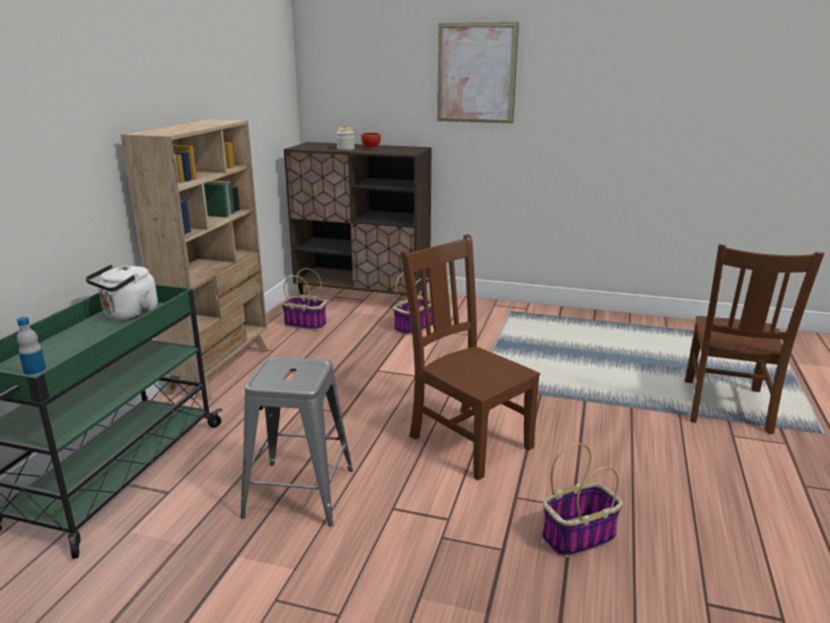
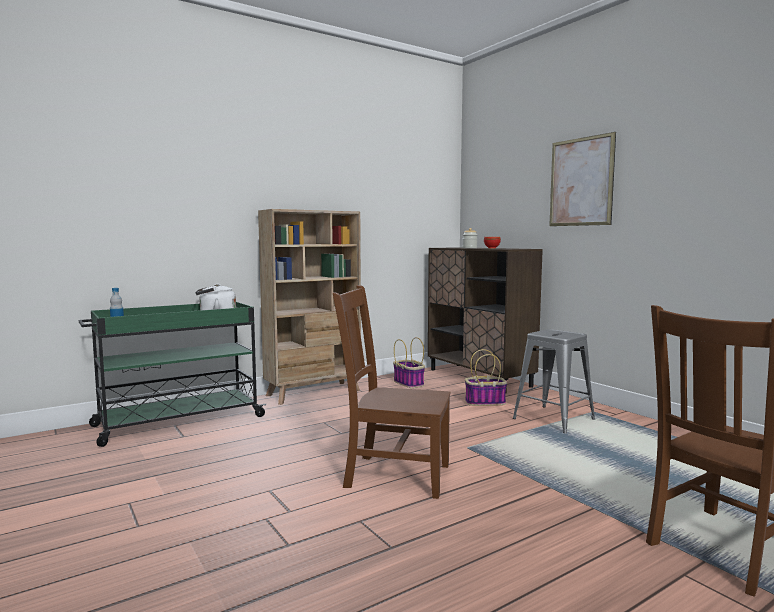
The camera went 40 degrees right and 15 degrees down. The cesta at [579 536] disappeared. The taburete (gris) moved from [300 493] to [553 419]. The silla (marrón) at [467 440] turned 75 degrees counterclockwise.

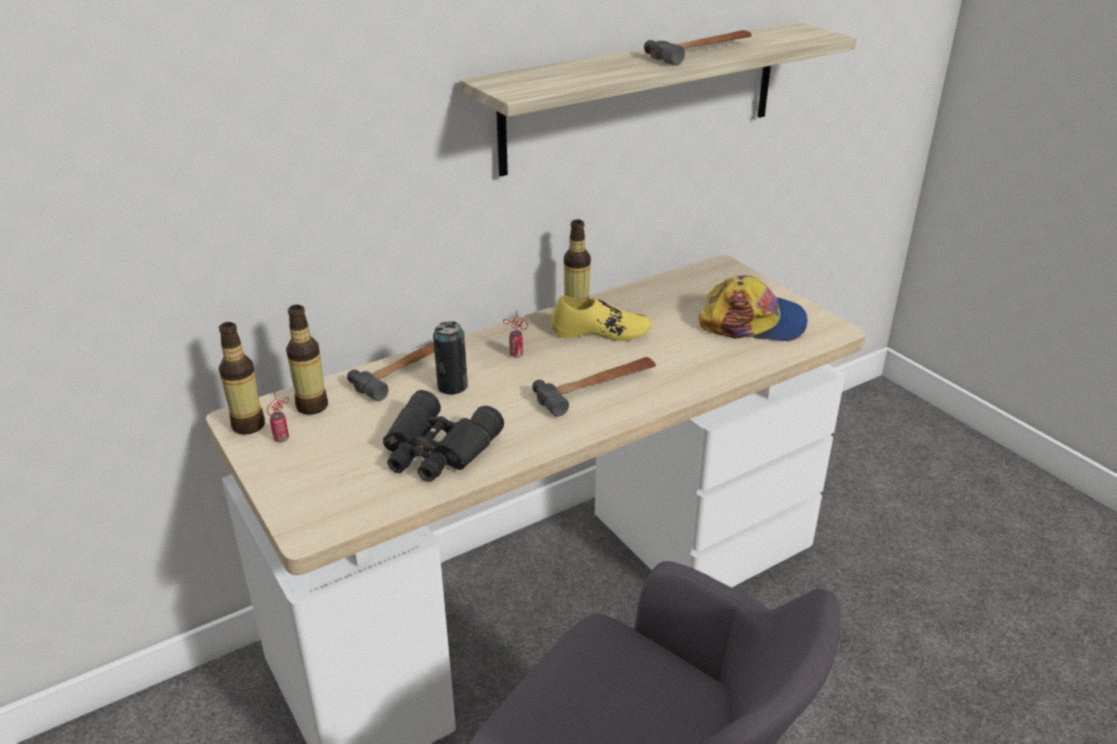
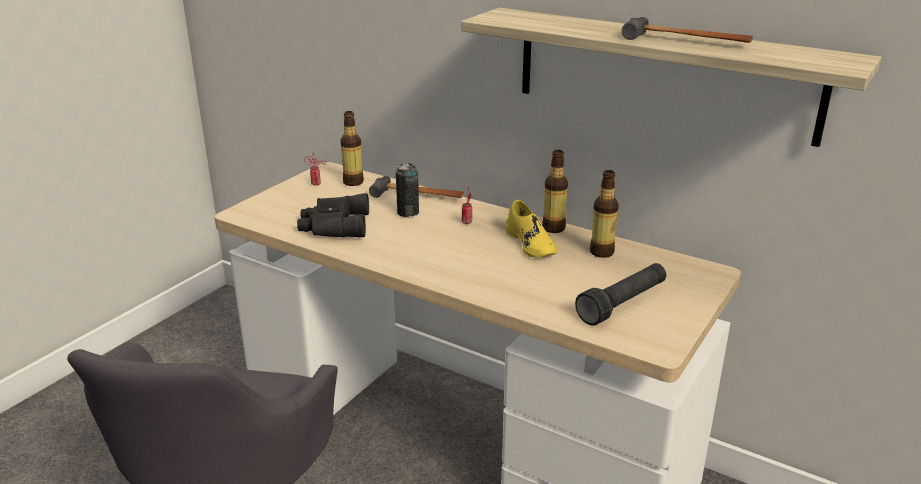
The camera went 65 degrees right and 5 degrees down. The martillo at [597 388] disappeared. The botella moved from [248 426] to [601 252]. The gorra at [753 322] was replaced by the linterna (negro) at [623 304].

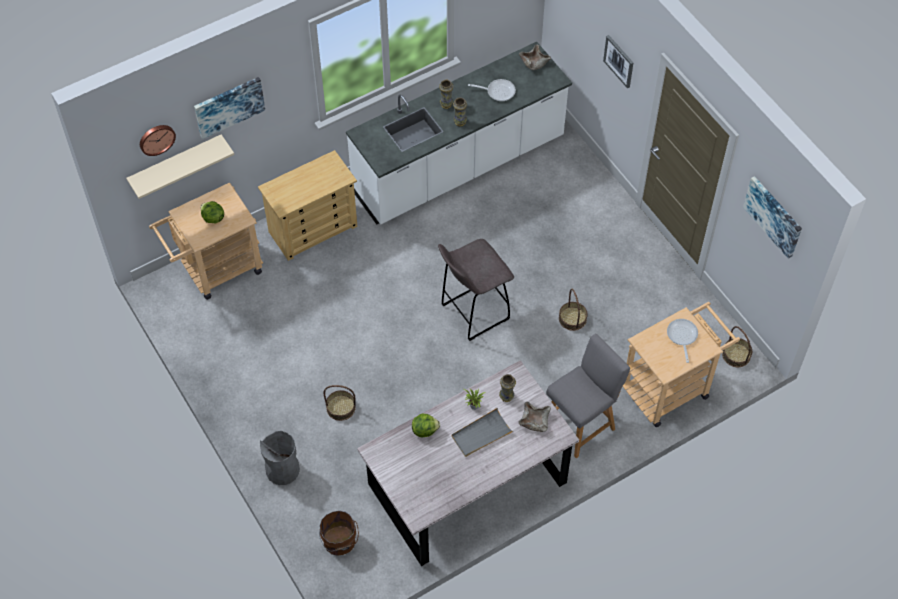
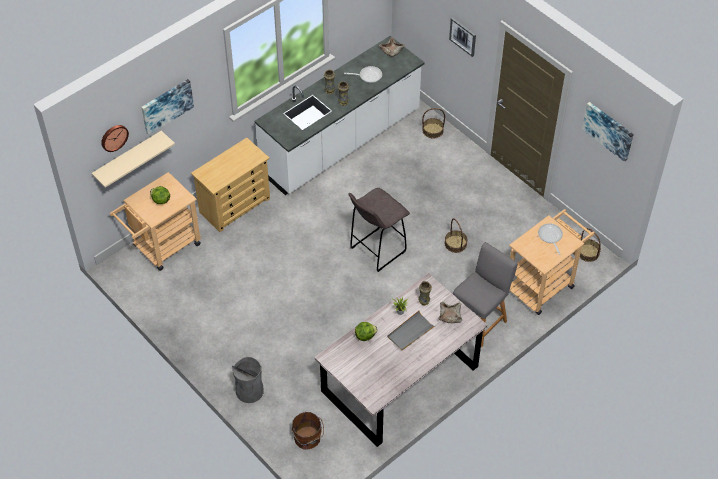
The camera went 10 degrees left and 5 degrees down. The cesta moved from [341 407] to [433 130].

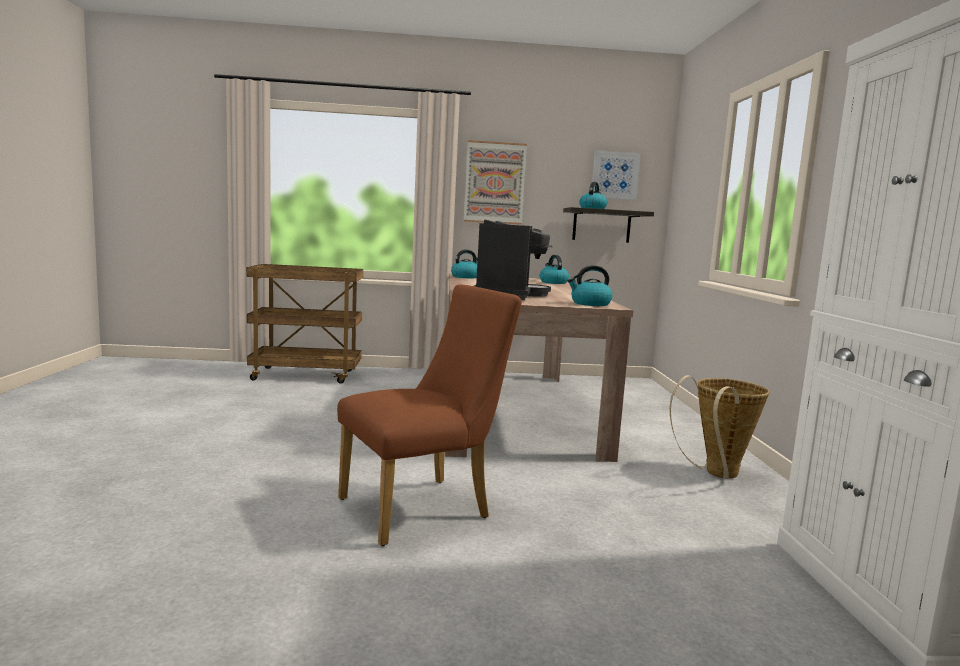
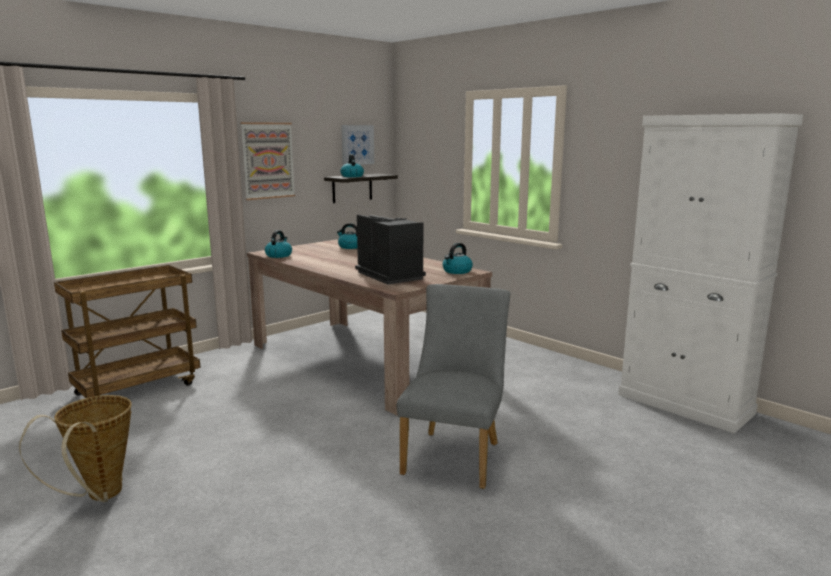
The camera went 40 degrees left and 5 degrees up. The cesta moved from [716 474] to [99 497]. The silla (marrón) at [424 507] became the silla (gris) at [455 454].

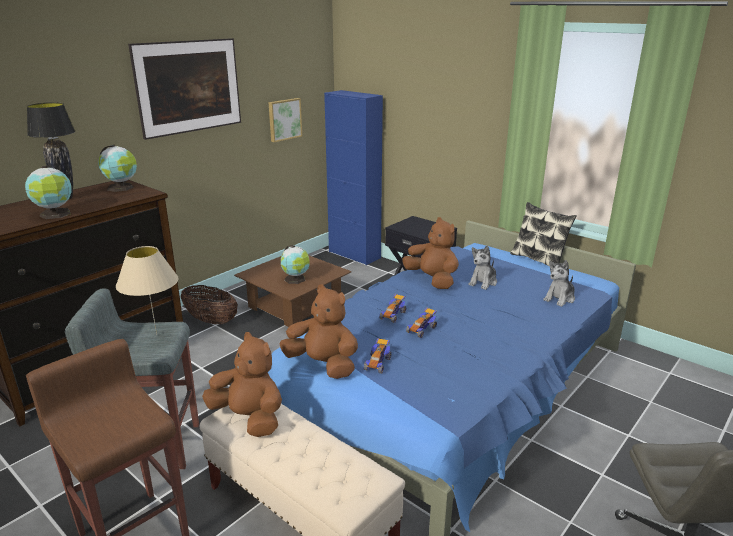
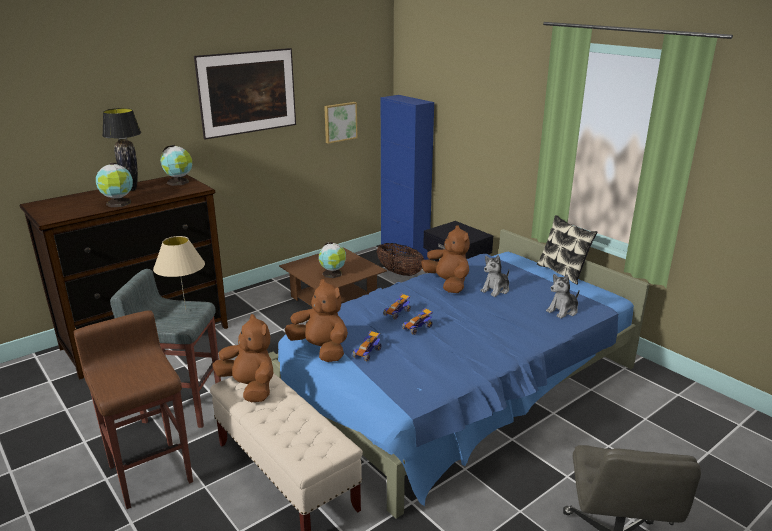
The camera went 10 degrees right and 0 degrees up. The cesta moved from [211 321] to [400 273].

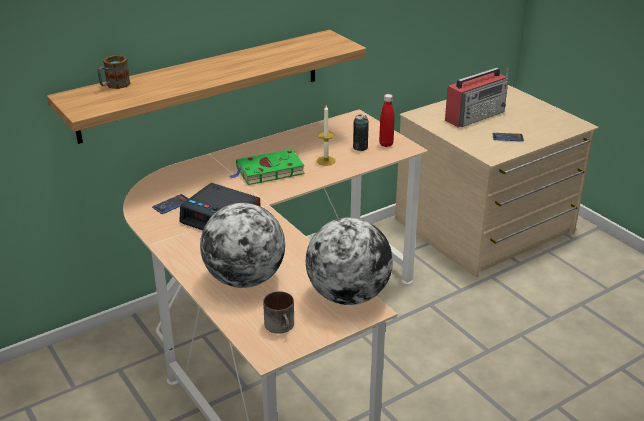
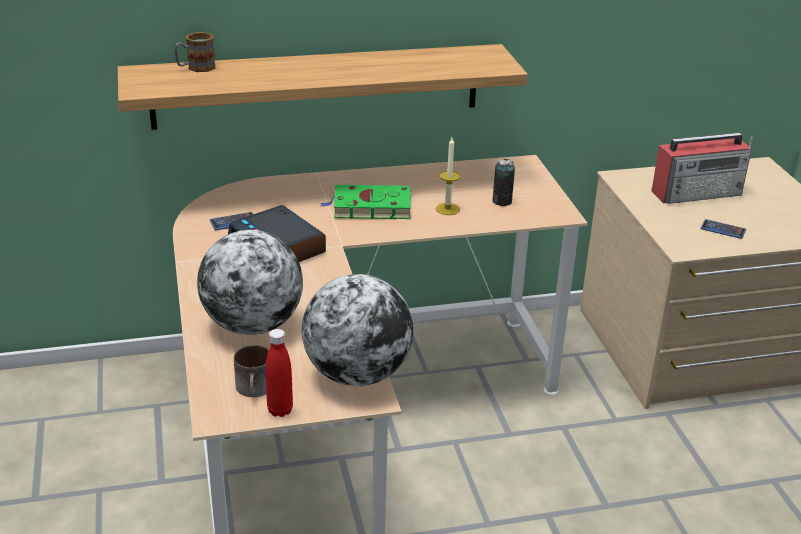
The camera went 20 degrees right and 0 degrees up. The botella (rojo) moved from [386 144] to [280 410].

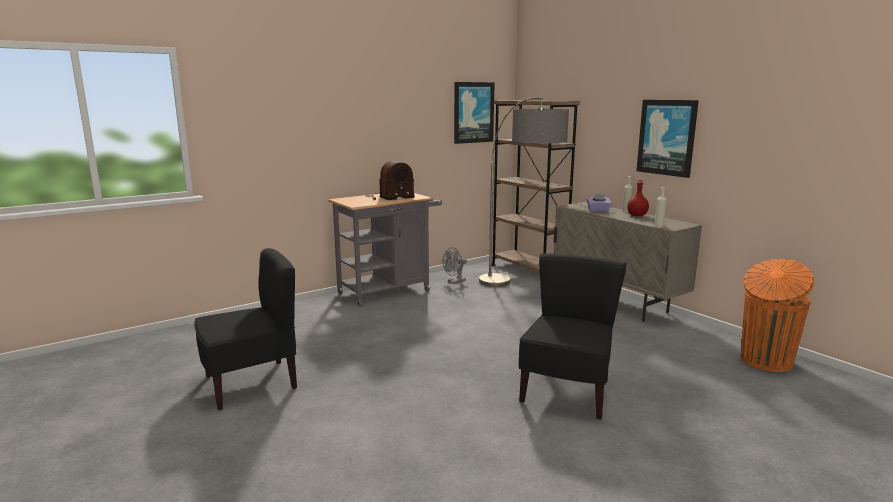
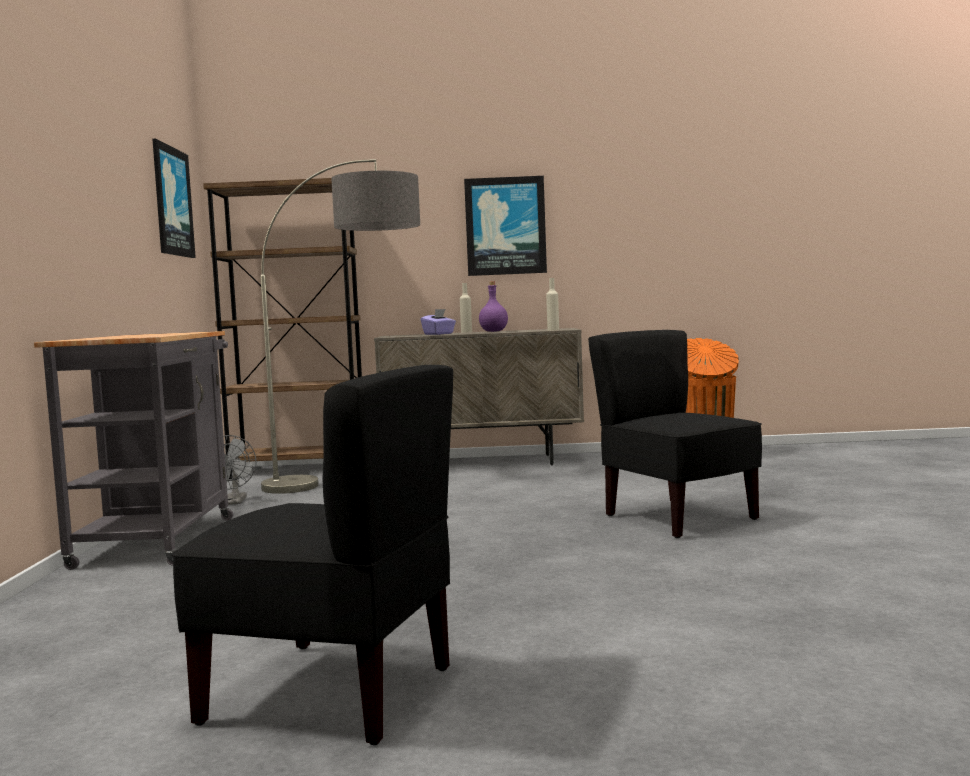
The camera went 55 degrees left and 10 degrees down. The radio at [389 197] disappeared. The botella (rojo) at [637 215] became the botella (morado) at [494 331]. The silla (negro) at [251 383] turned 105 degrees clockwise.

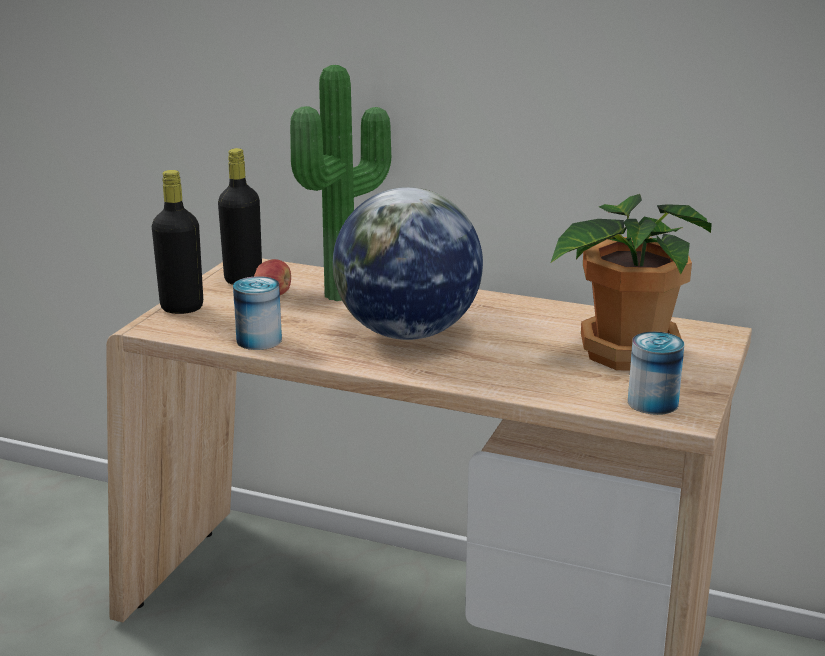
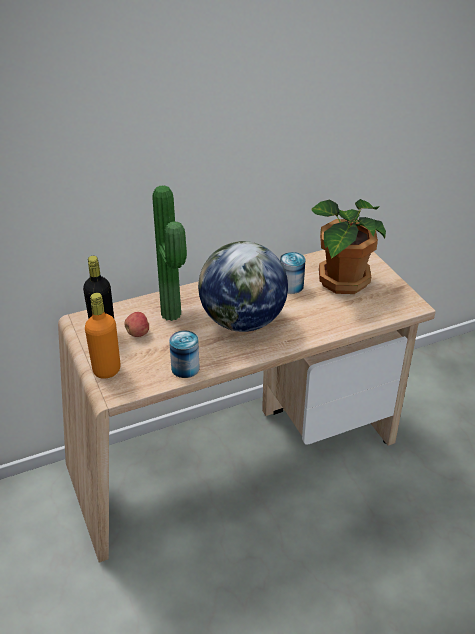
The camera went 45 degrees left and 15 degrees up. The lata moved from [652 402] to [291 286]. The botella (negro) at [182 307] became the botella (naranja) at [107 370].

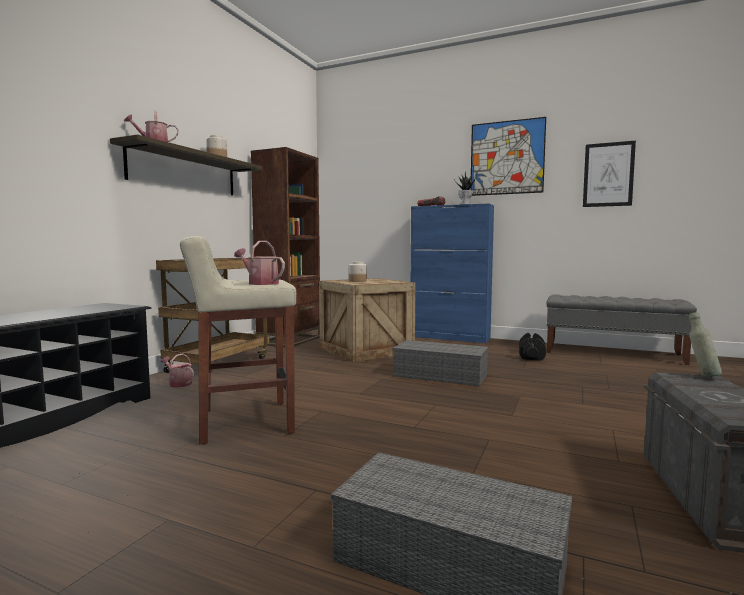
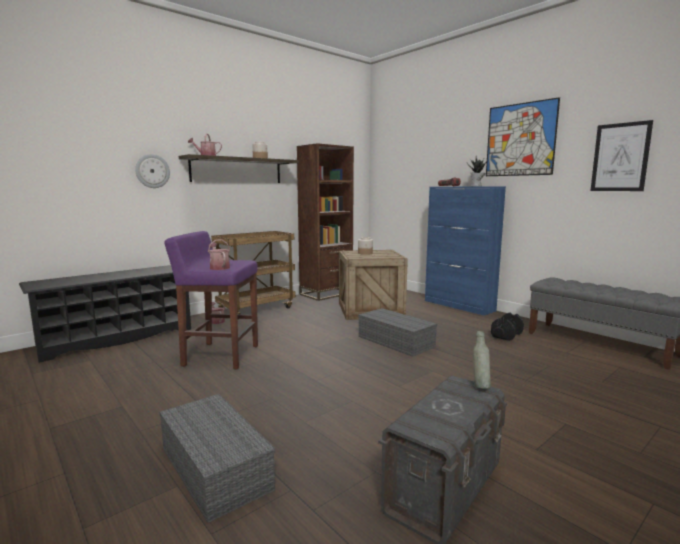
The camera went 25 degrees right and 5 degrees up. The reloj de pared at [152 171] appeared. The taburete (beis) at [243 422] became the taburete (morado) at [220 355].

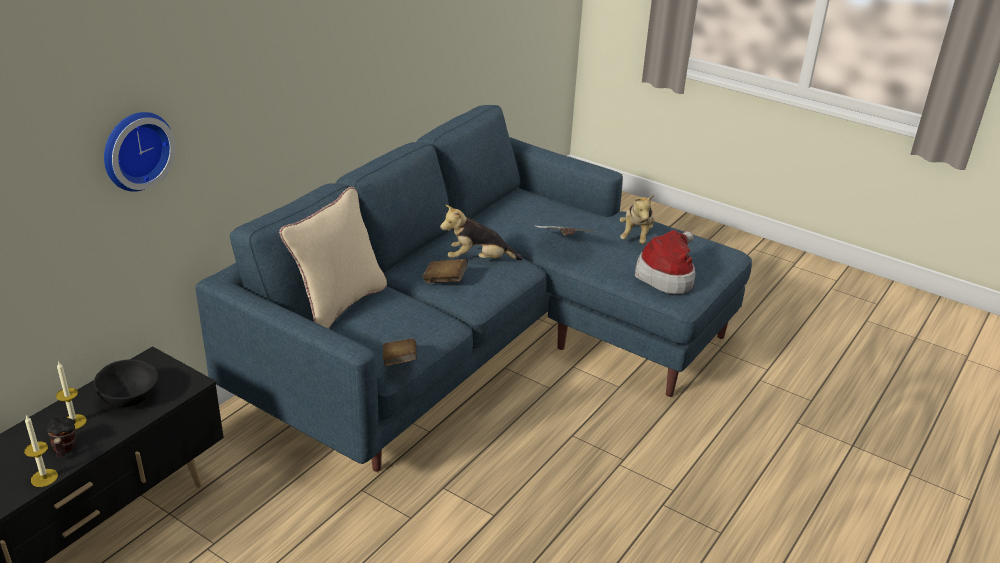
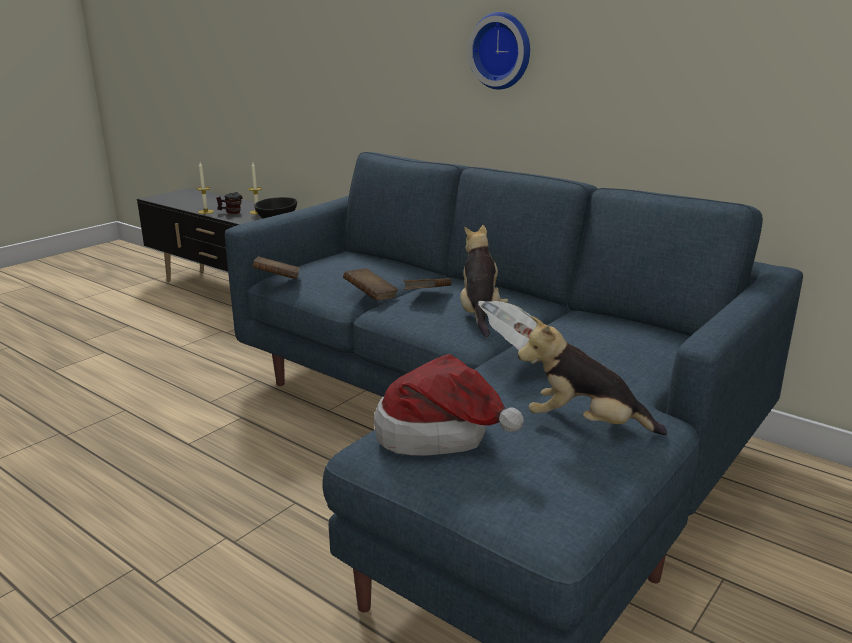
The camera went 95 degrees right and 10 degrees down. The cojín (beis) at [339 304] disappeared. The libro (marrón) at [371 296] appeared. The reloj de pared moved from [135 150] to [502 51].

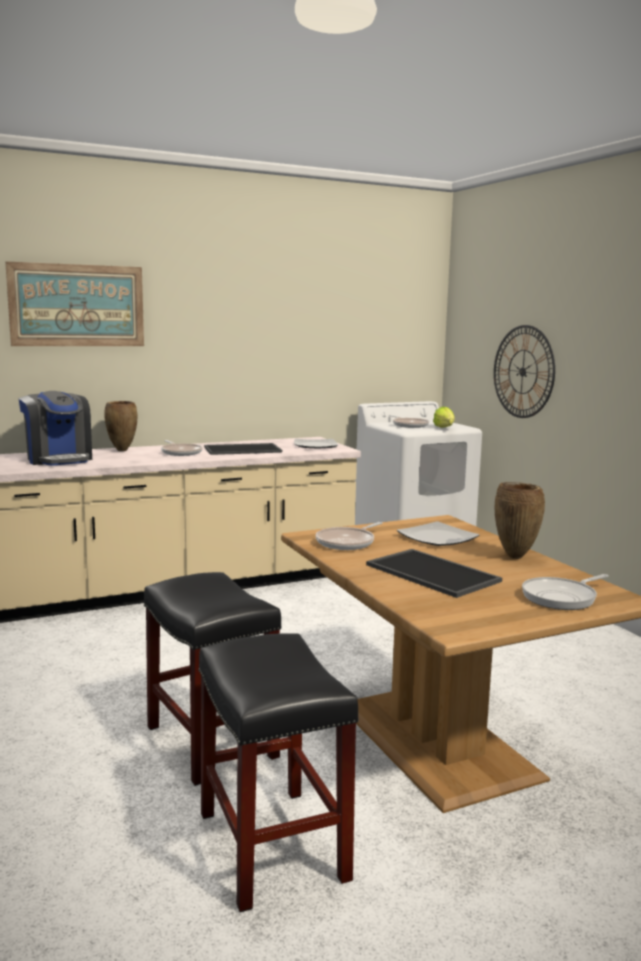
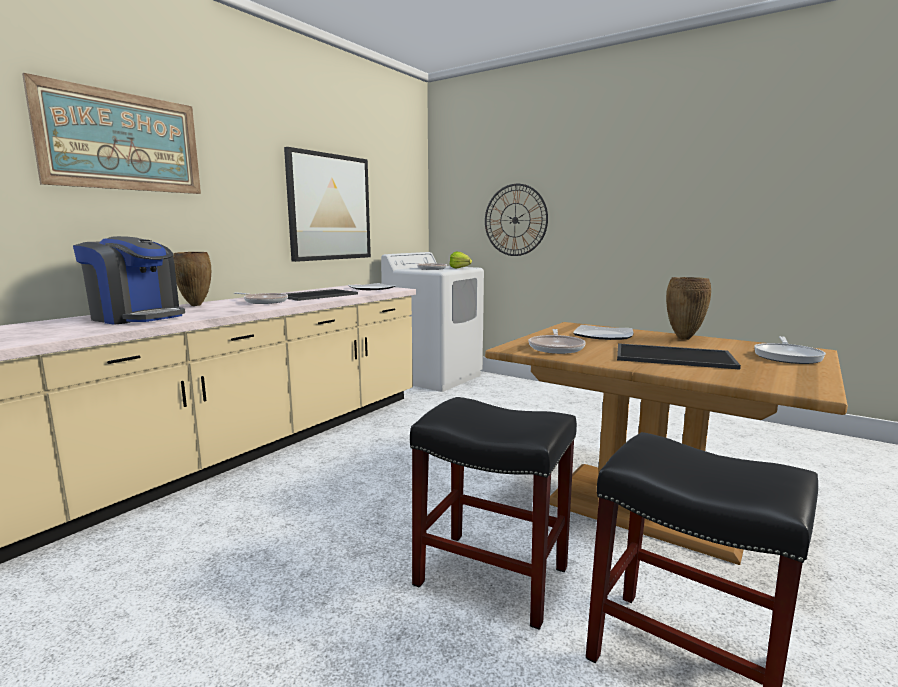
The camera went 30 degrees left and 0 degrees up. The cuadro at [329 207] appeared.

